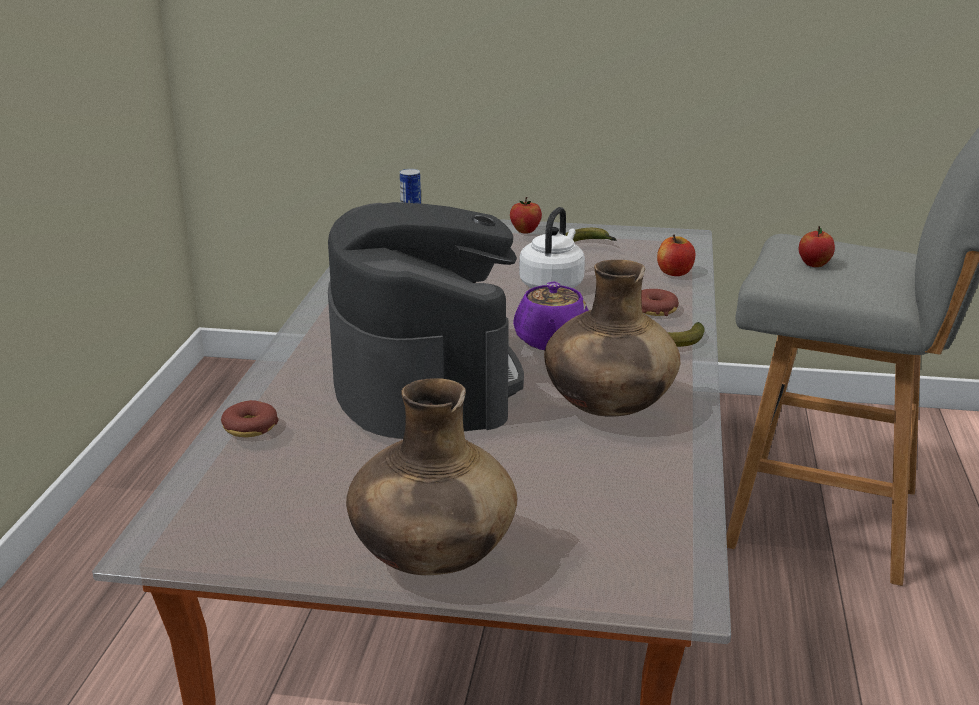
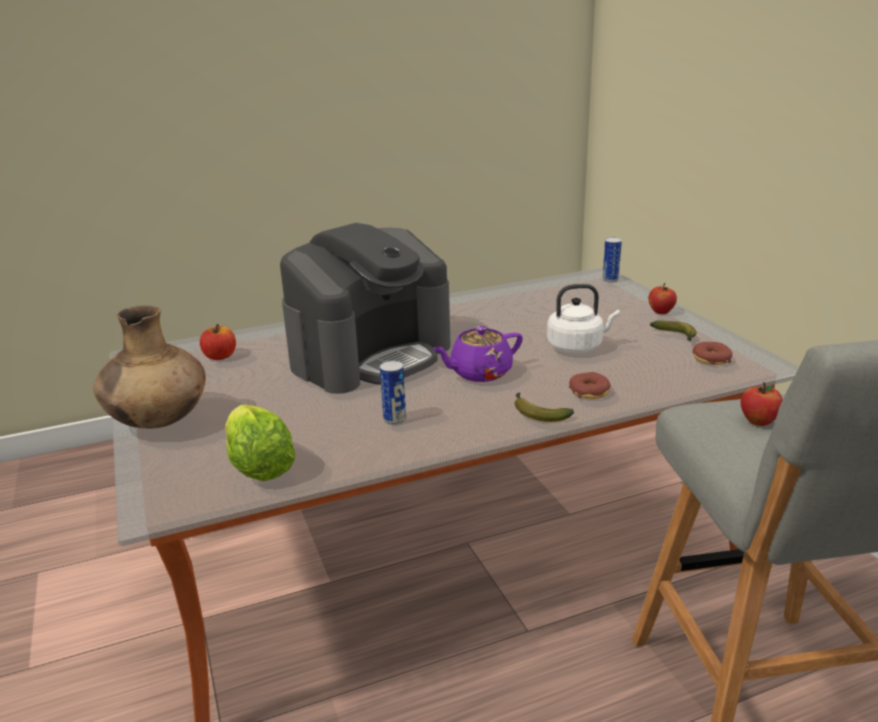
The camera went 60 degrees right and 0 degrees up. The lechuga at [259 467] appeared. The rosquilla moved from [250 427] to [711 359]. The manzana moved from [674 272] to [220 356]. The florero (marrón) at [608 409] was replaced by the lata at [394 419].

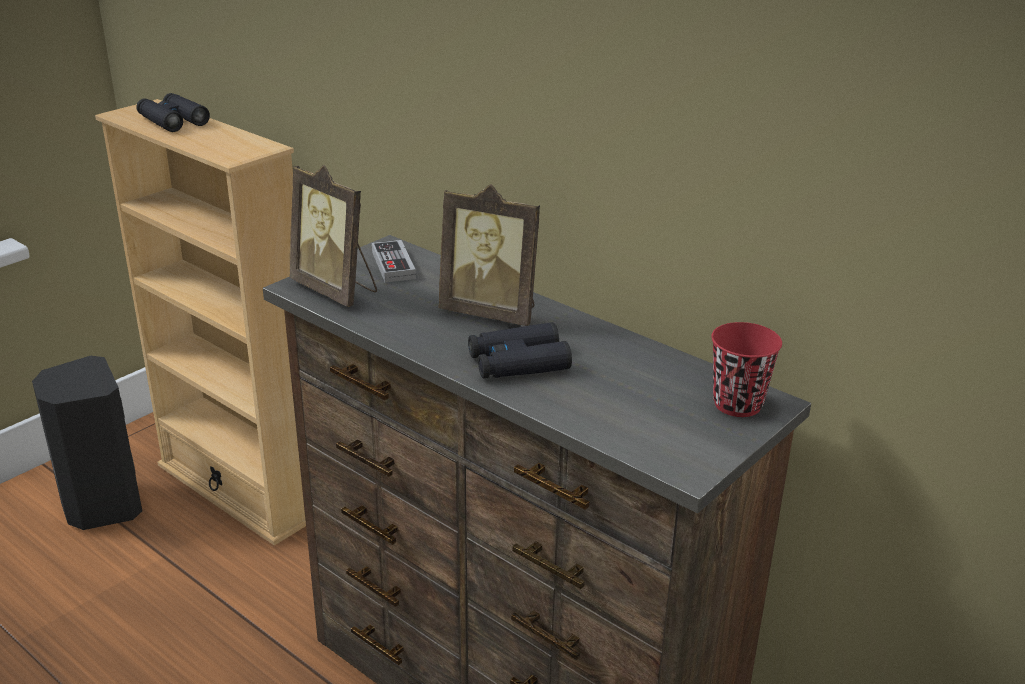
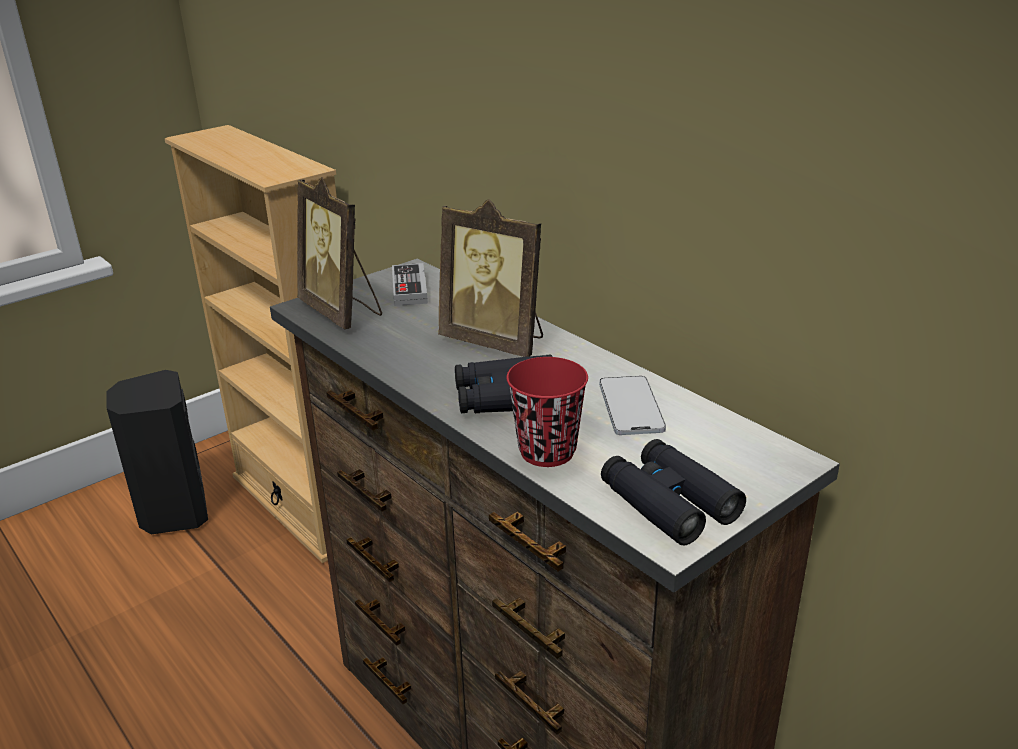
The camera went 10 degrees right and 0 degrees up. The móvil at [631 407] appeared. The prismáticos (negro) moved from [173 121] to [668 502]. The taza (rojo) moved from [737 404] to [547 451].

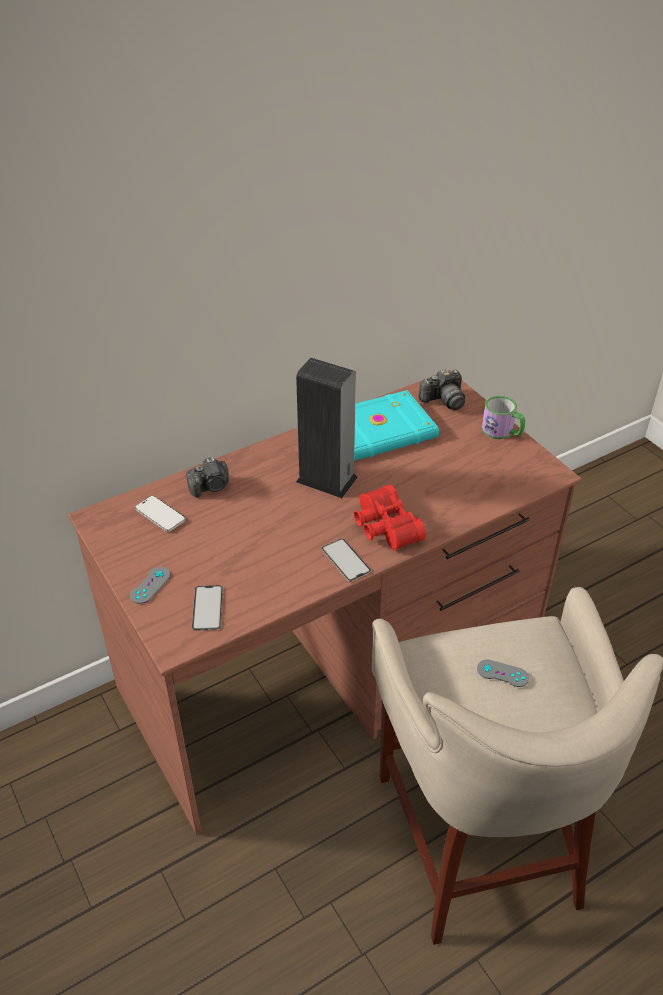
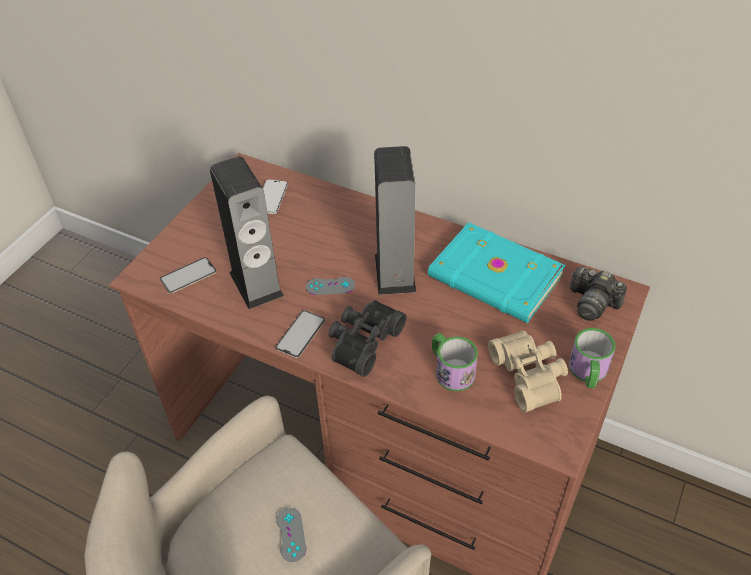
The camera went 60 degrees right and 5 degrees up. The cámara at [211 487] disappeared. The altavoz at [256 284] appeared. The taza grande at [450 370] appeared. The prismáticos (beis) at [530 375] appeared. The mando de consola (gris) moved from [150 585] to [330 286]. The prismáticos (rojo) at [384 527] became the prismáticos (negro) at [362 341].

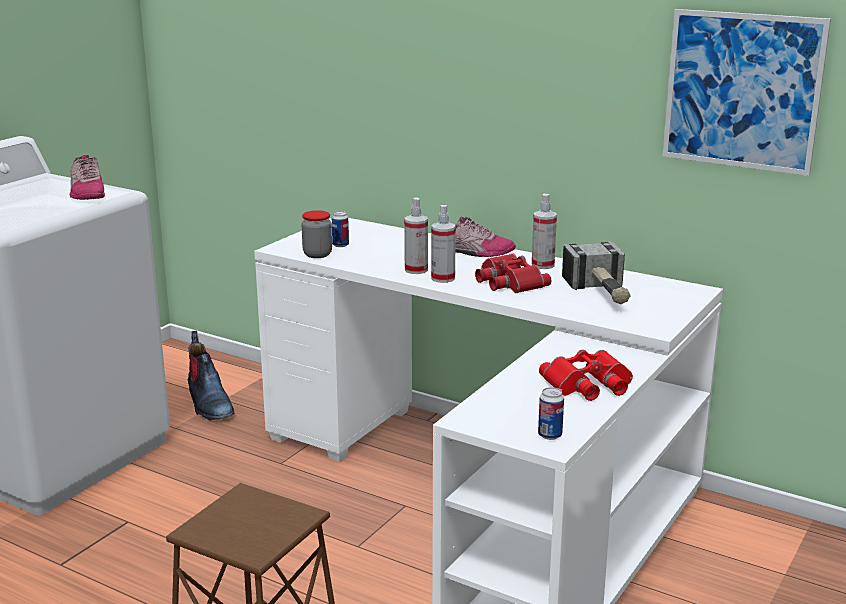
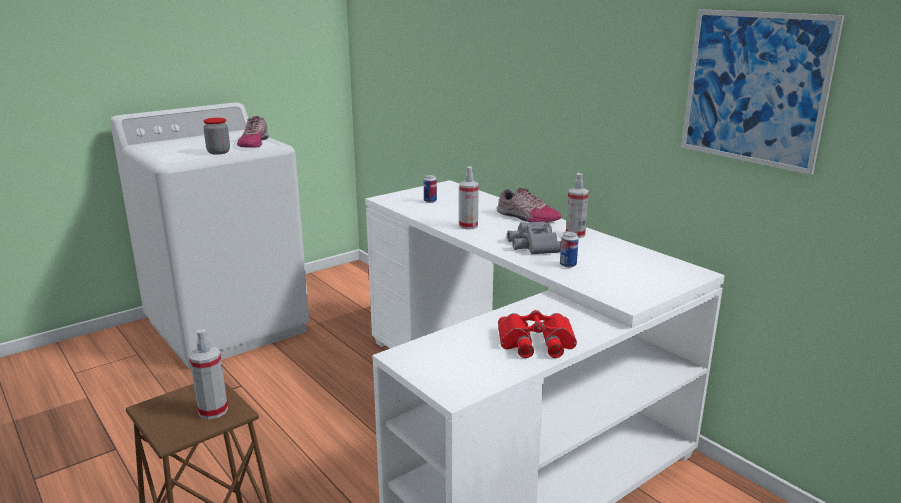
The camera went 20 degrees right and 0 degrees up. The bota at [209 403] disappeared. The martillo at [602 293] disappeared. The tarro moved from [317 254] to [218 152]. The pulverizador moved from [443 278] to [213 411]. The lata moved from [550 435] to [568 265]. The prismáticos (rojo) at [508 282] became the prismáticos (gris) at [533 244].

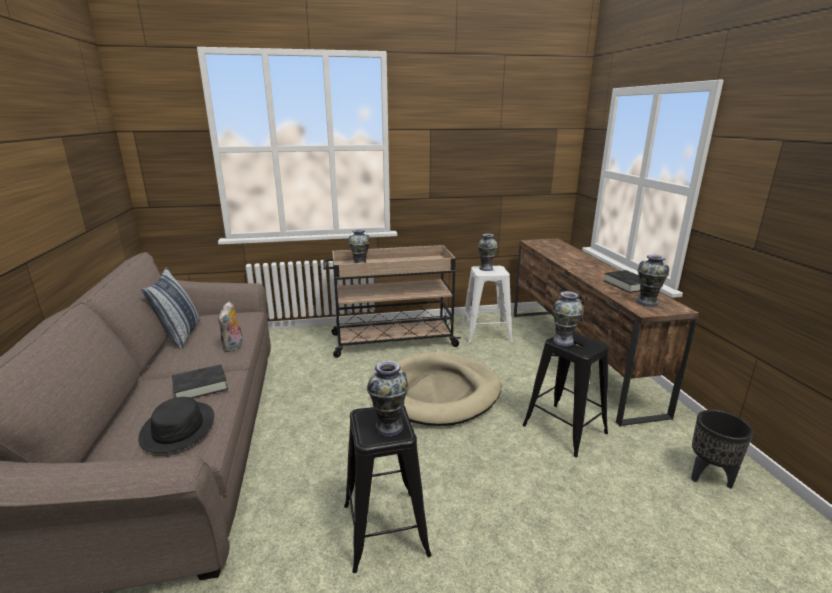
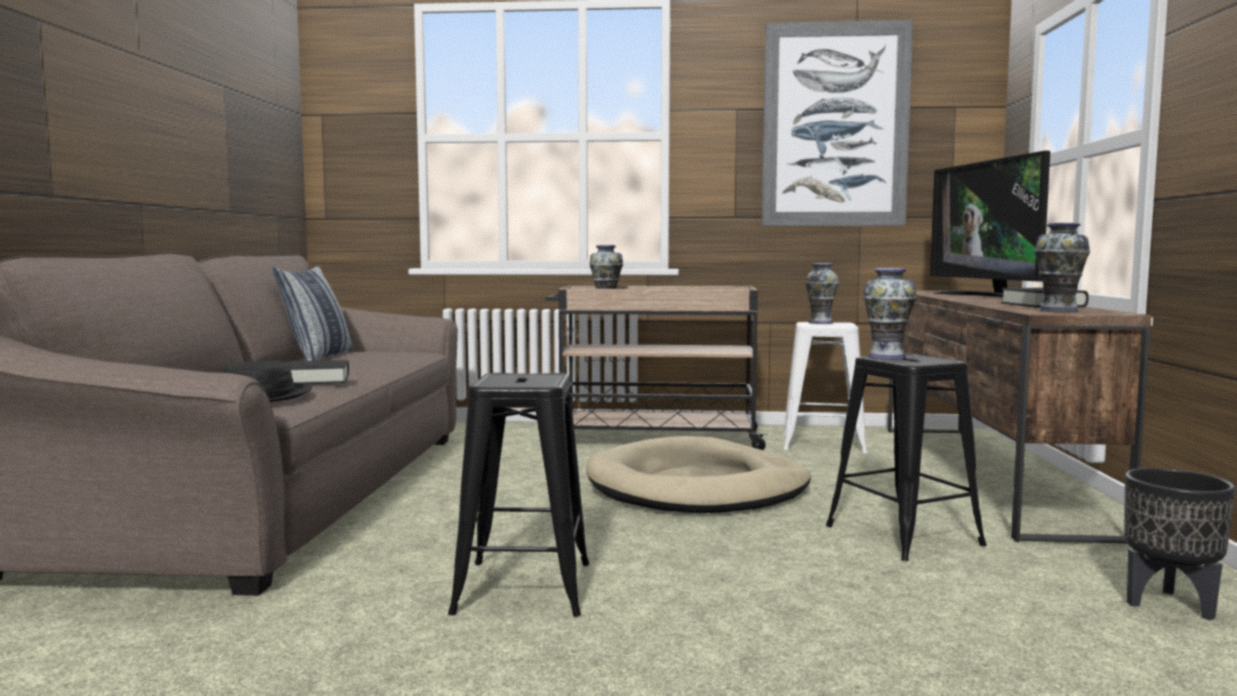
The camera went 15 degrees right and 15 degrees down. The peluche at [234 347] disappeared. The florero at [389 427] disappeared. The cuadro at [835 125] appeared. The televisor at [987 296] appeared.

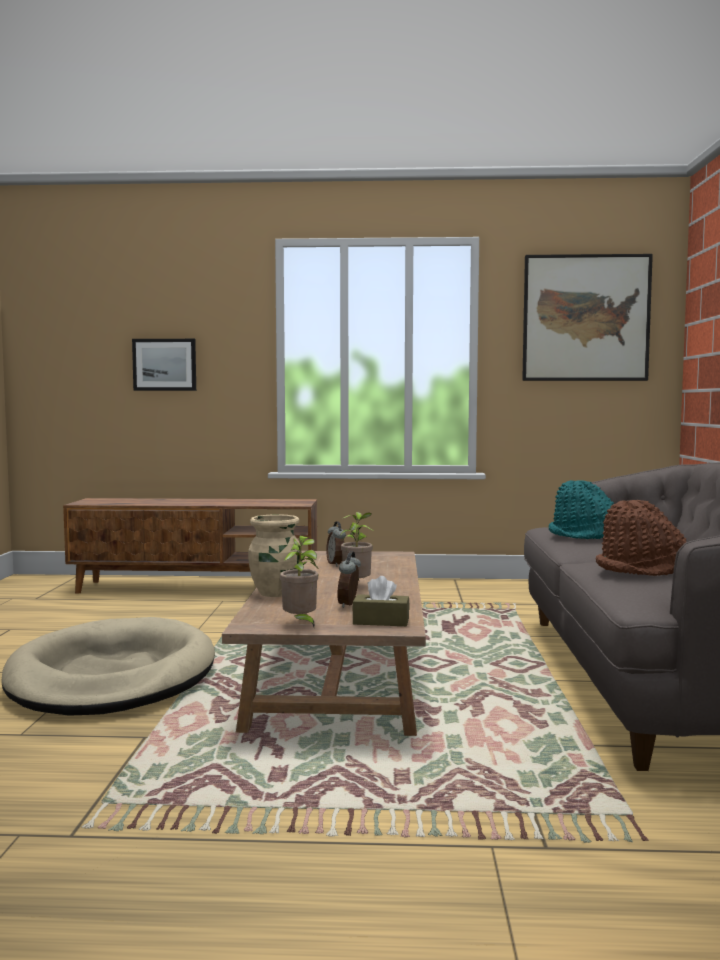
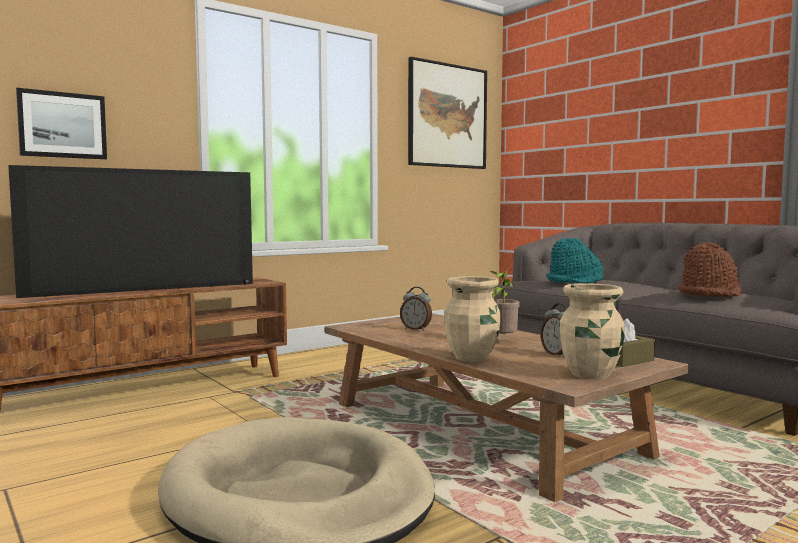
The camera went 40 degrees left and 0 degrees up. The televisor at [143 288] appeared. The planta en maceta at [300 623] was replaced by the florero (beis) at [591 374].

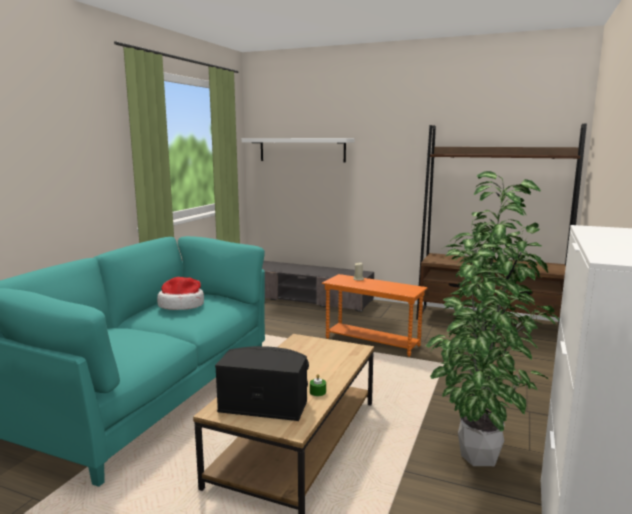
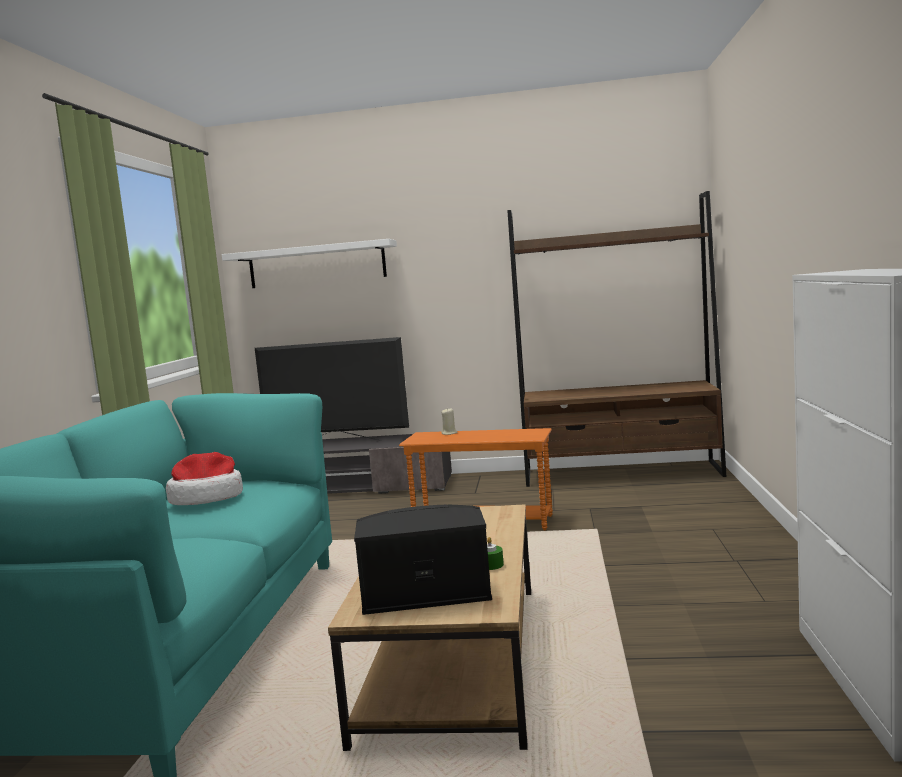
The camera went 15 degrees left and 5 degrees down. The planta en maceta at [478 454] disappeared. The televisor at [337 442] appeared.

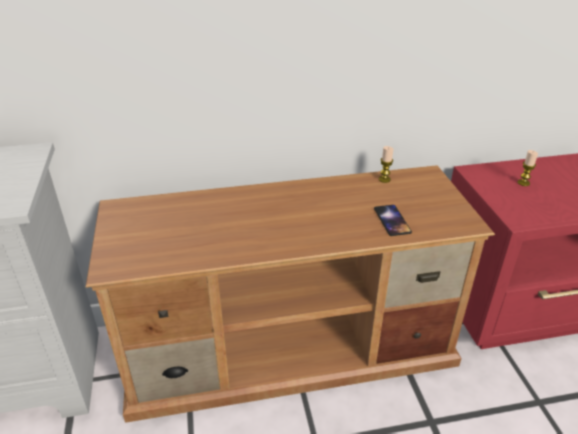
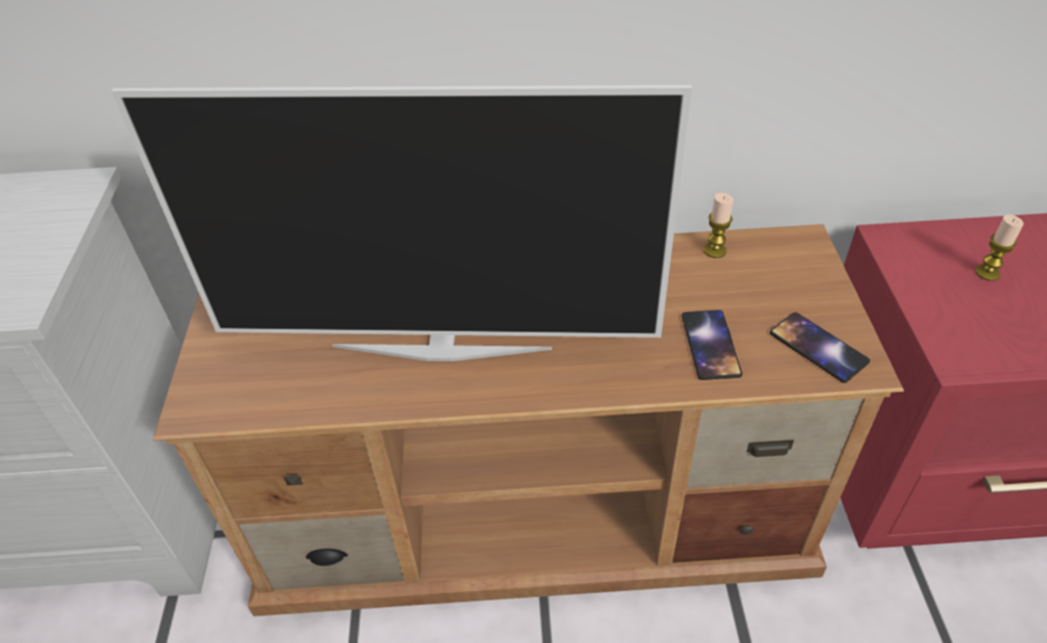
The camera went 10 degrees right and 10 degrees up. The televisor at [441 345] appeared. The móvil at [818 347] appeared.

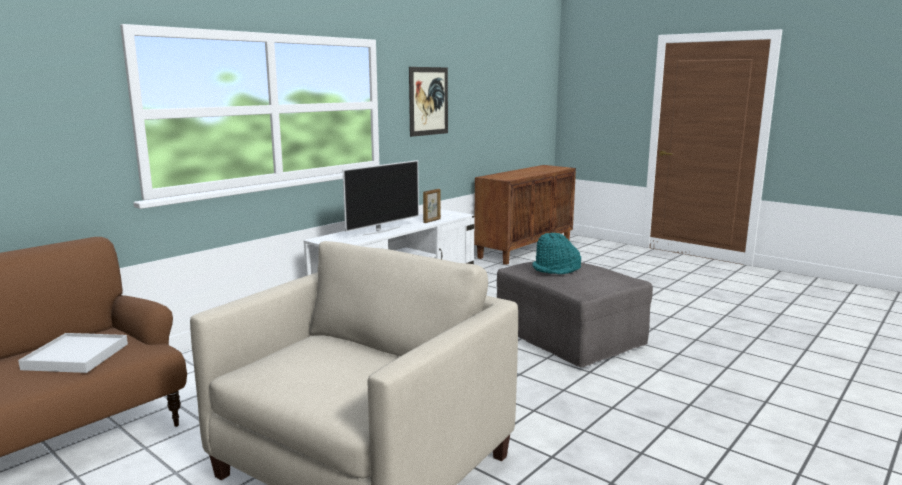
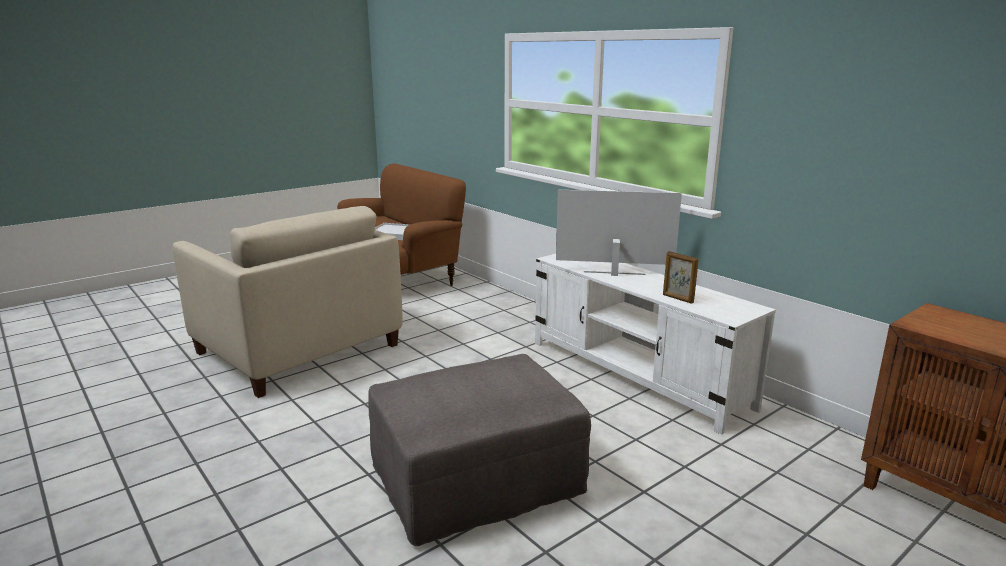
The camera went 100 degrees right and 5 degrees up. The cuadro at [428 101] disappeared. The sombrero (turquesa) at [556 269] disappeared. The televisor at [381 231] turned 135 degrees clockwise.

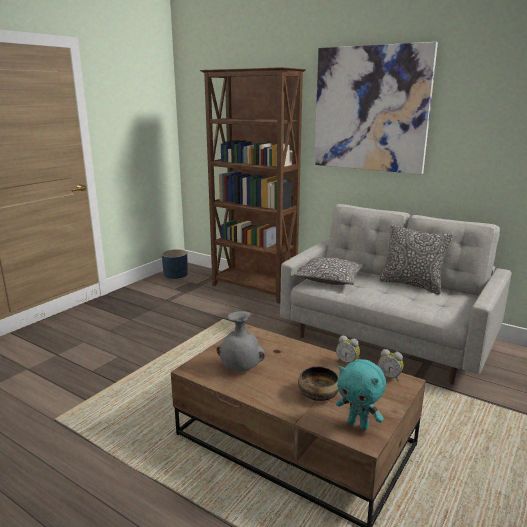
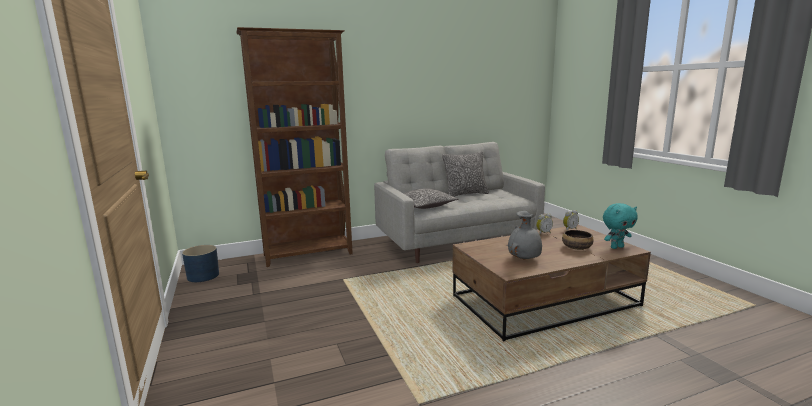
The camera went 55 degrees left and 5 degrees down. The cuadro at [370 109] disappeared.

